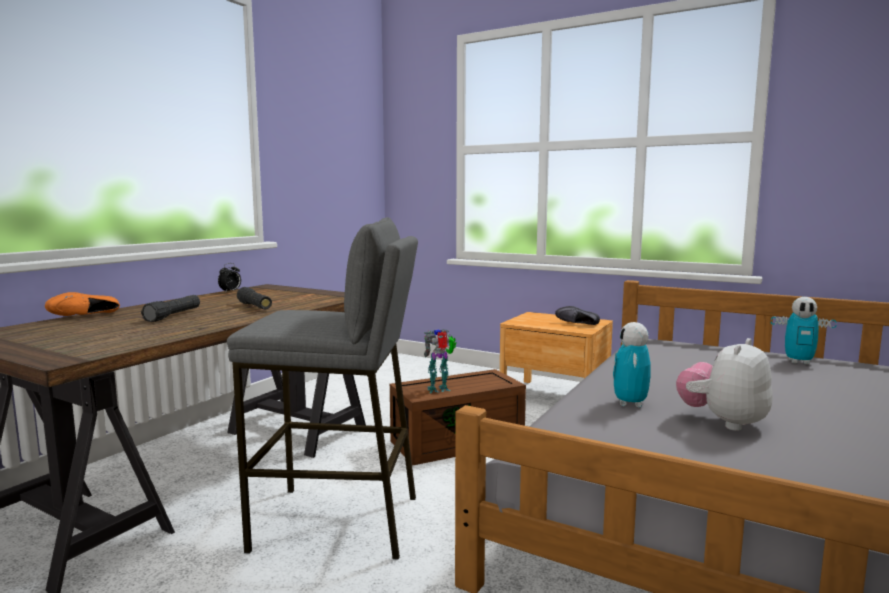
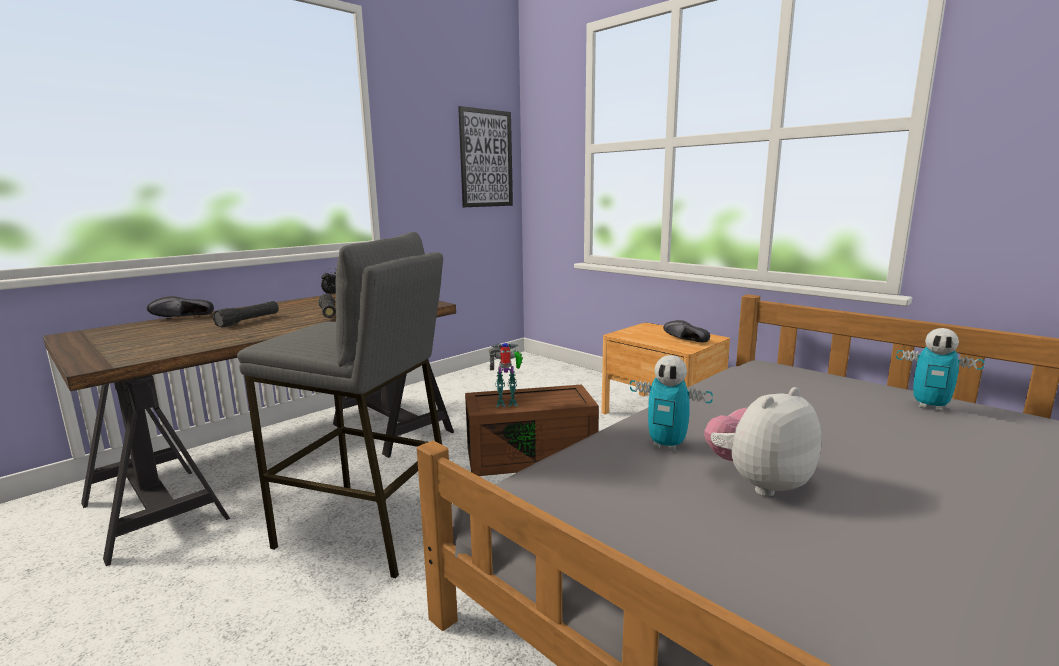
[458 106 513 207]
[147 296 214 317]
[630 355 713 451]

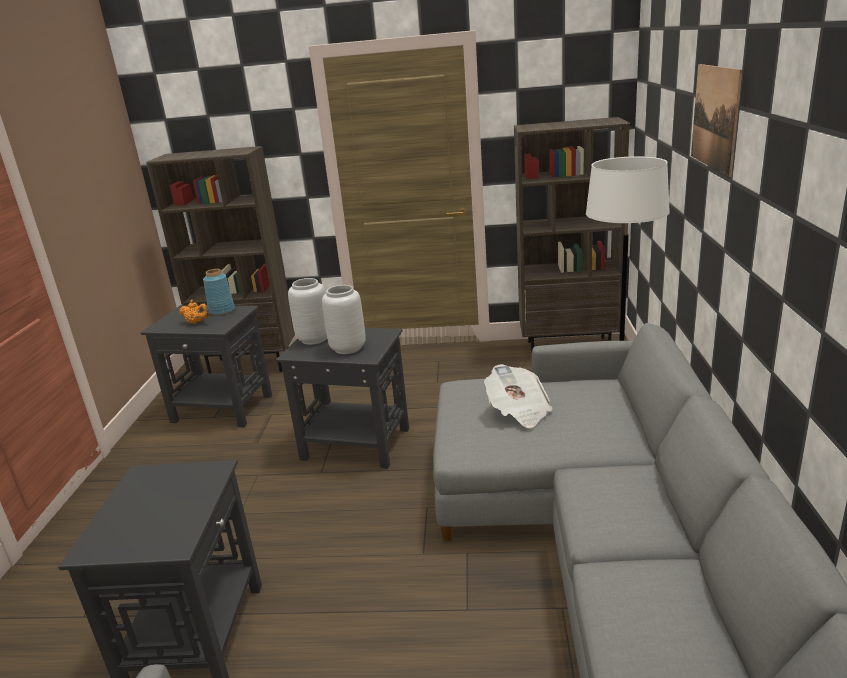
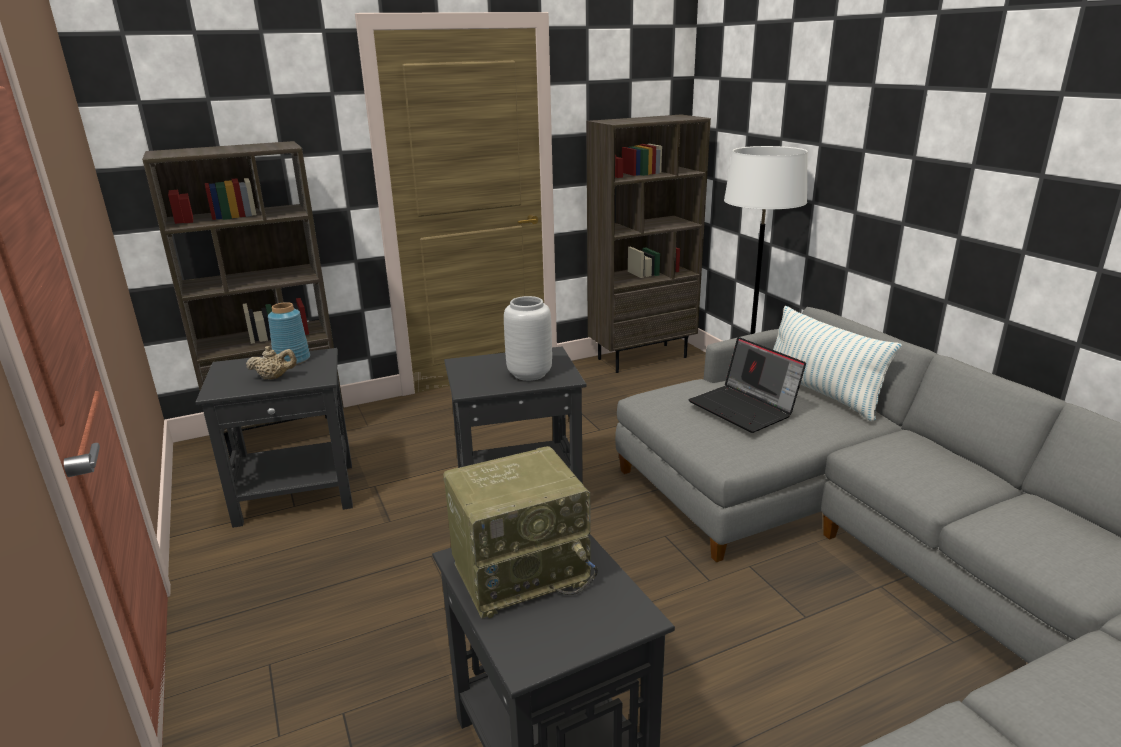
[288 278 327 345] (first image)
[691 64 742 177] (first image)
[443 446 598 619]
[773 306 902 421]
[689 337 806 433]
[246 346 297 380]

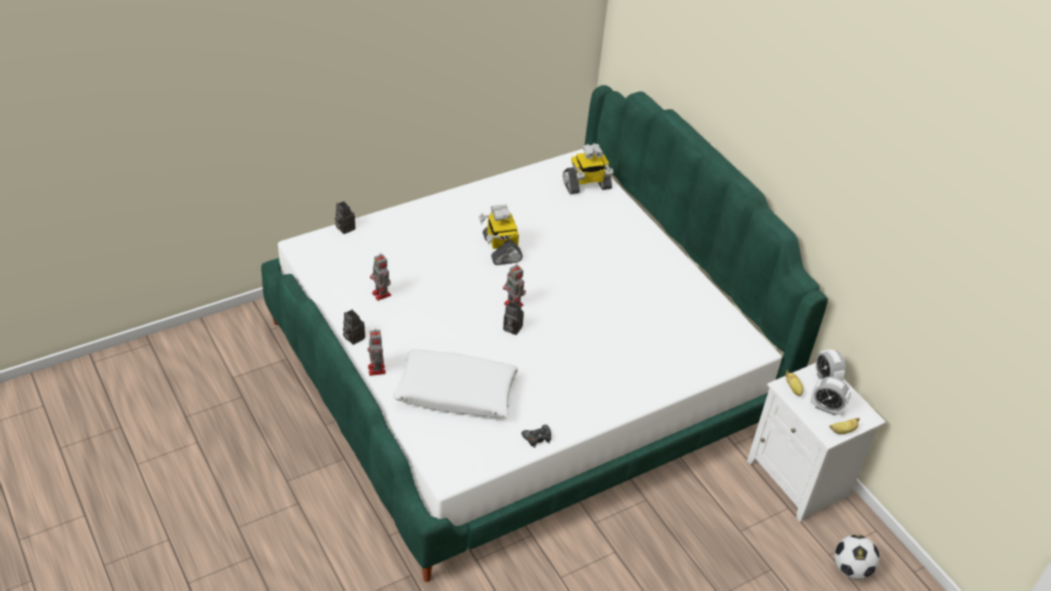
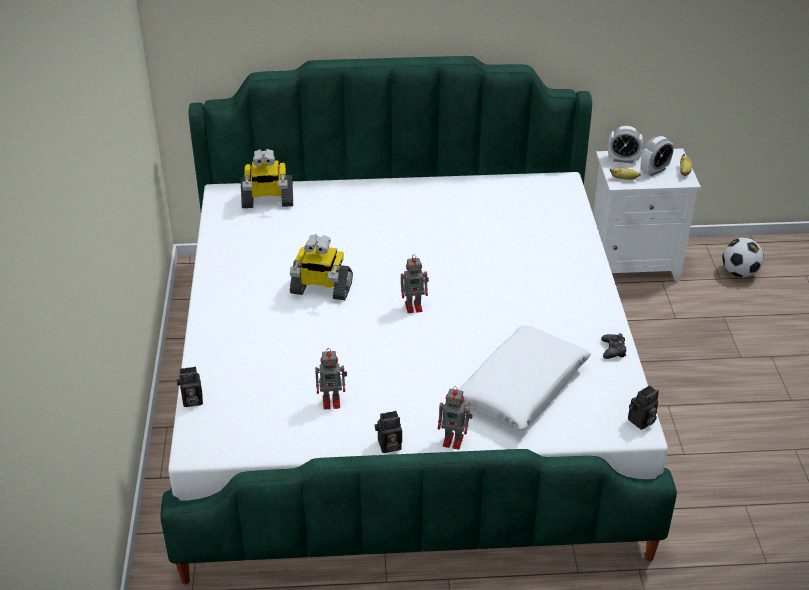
[628 385 659 430]
[240 149 293 208]

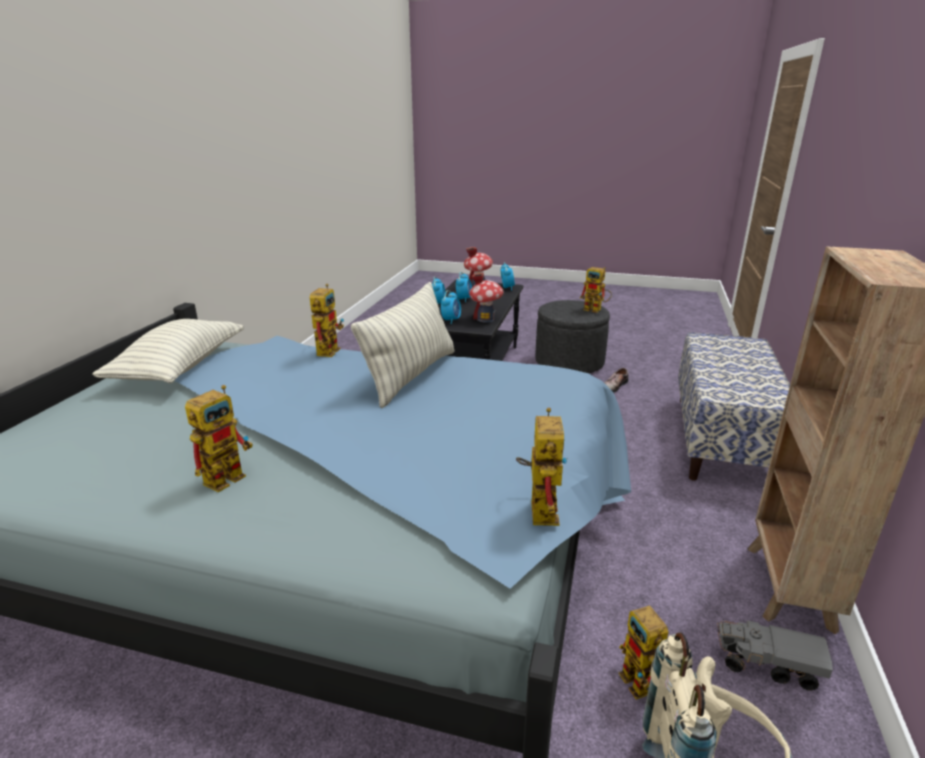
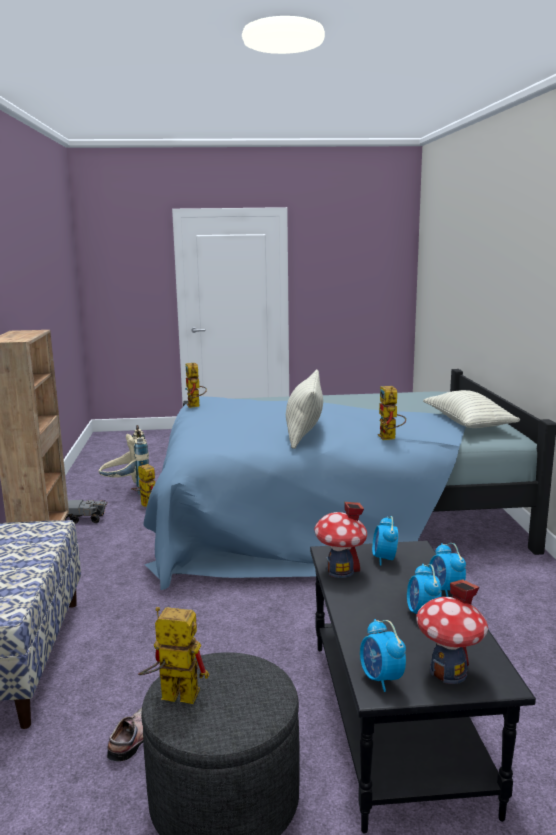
[185 385 253 492] (first image)

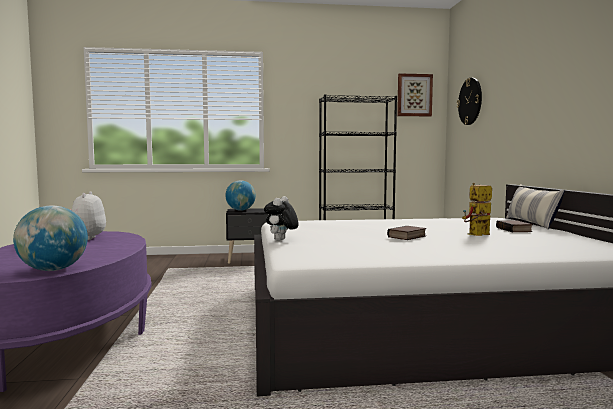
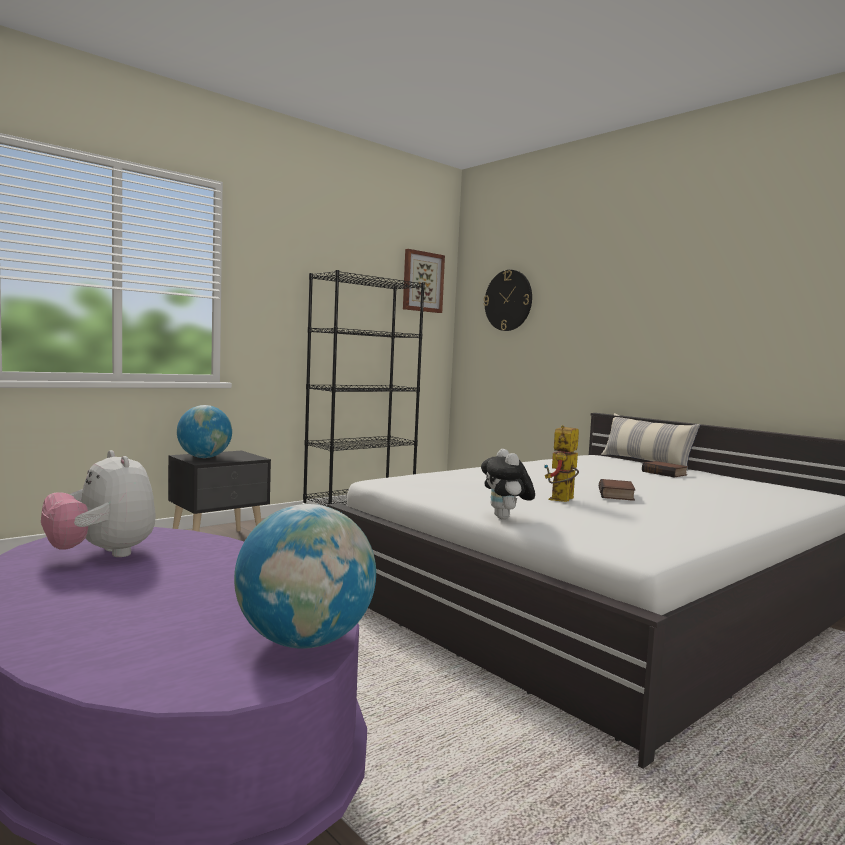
[544 425 579 502]

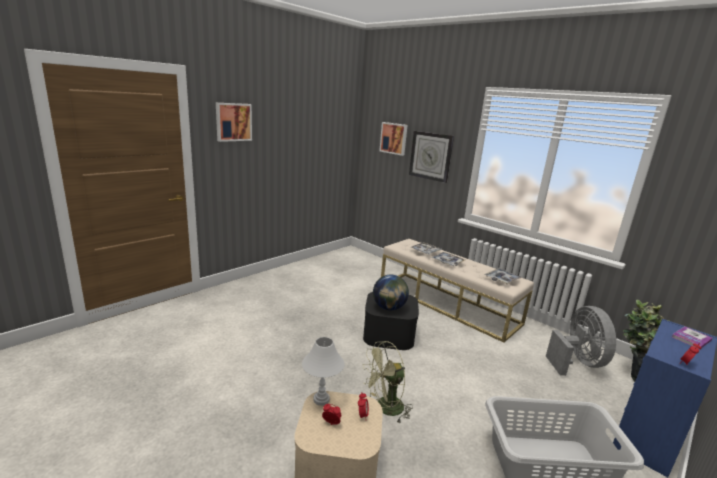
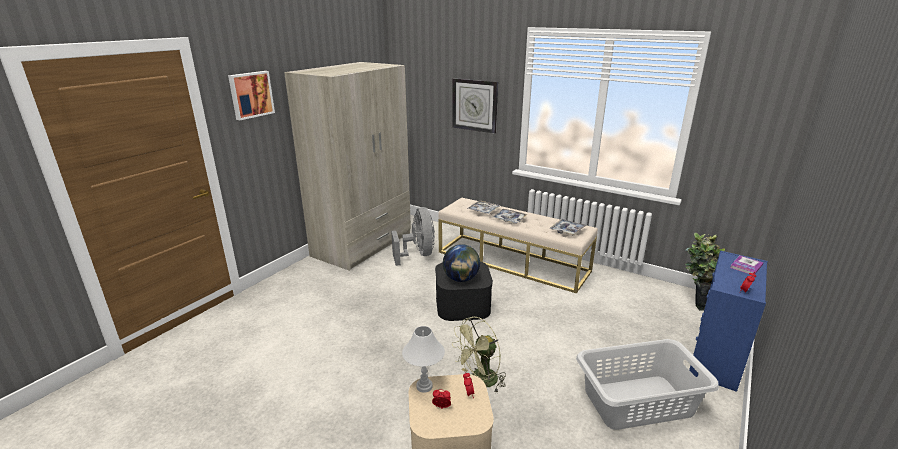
[379 122 408 156] (first image)
[284 62 411 271]
[391 207 435 266]

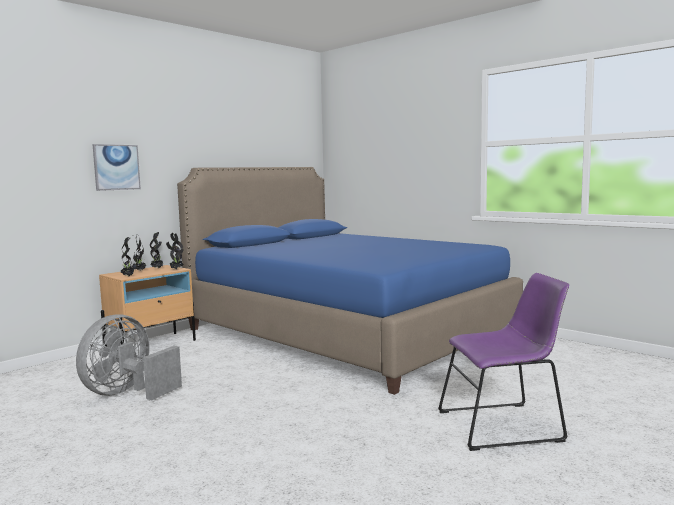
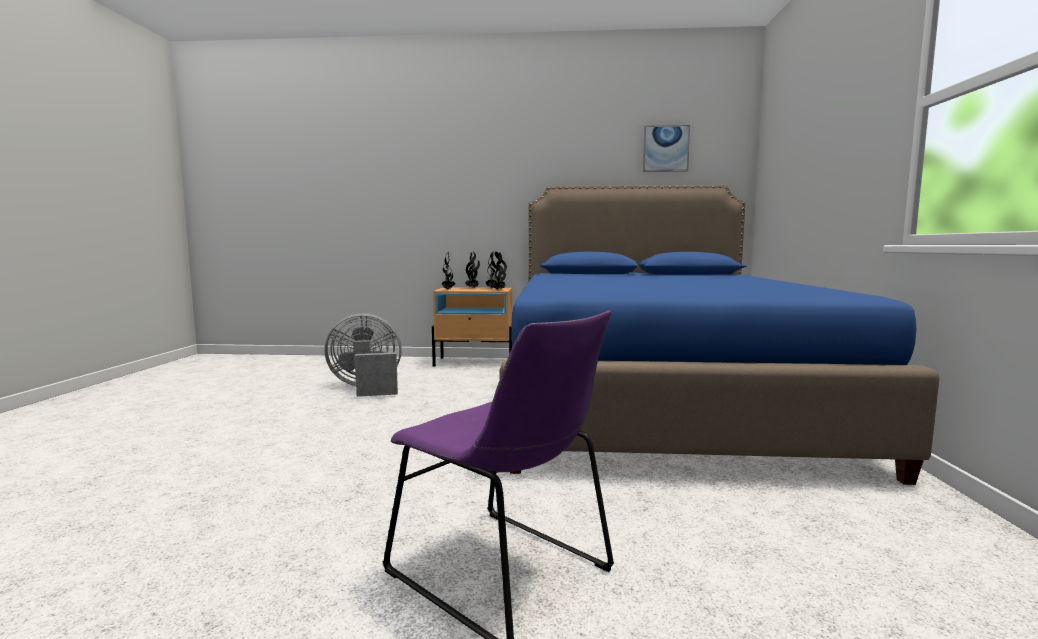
[643 125 690 172]

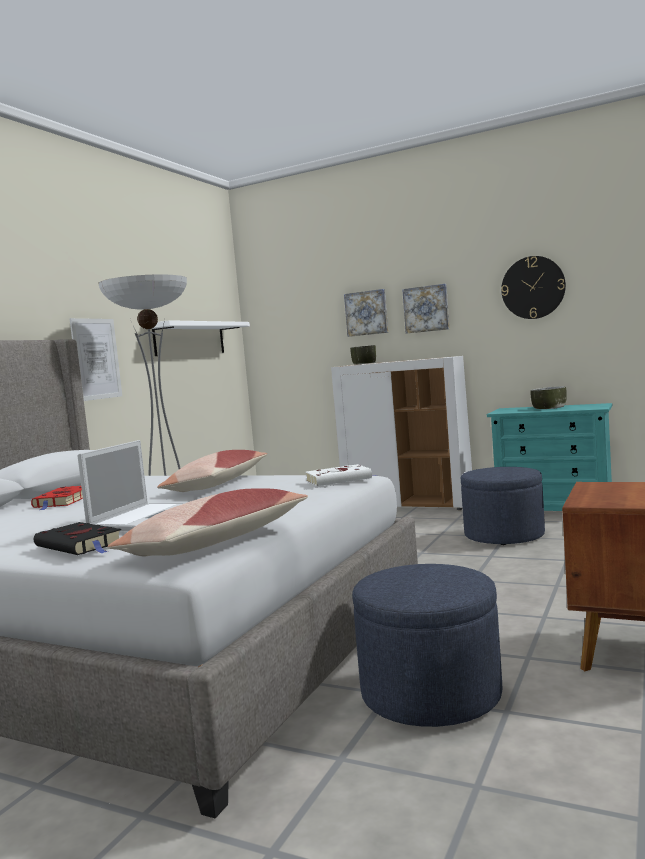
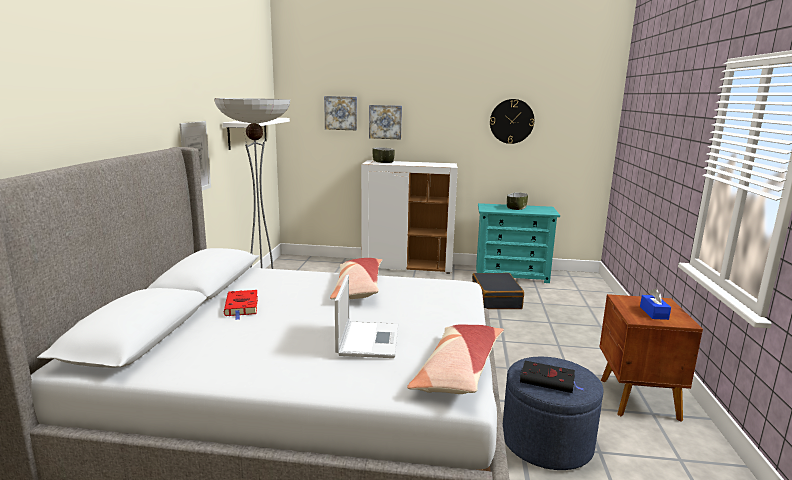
[306 464 378 486] (first image)
[640 288 671 320]
[520 361 584 393]
[324 96 357 130]
[472 273 524 309]

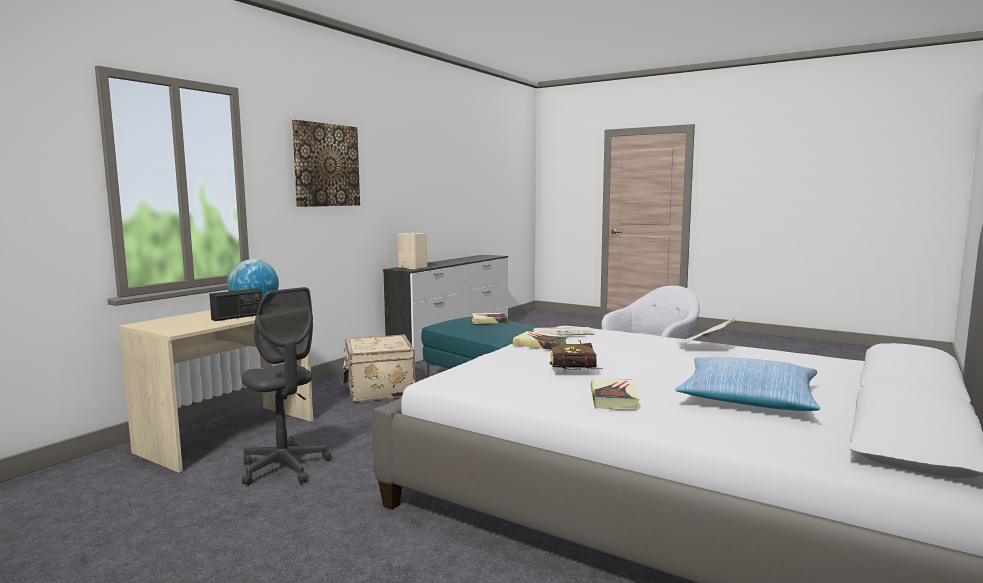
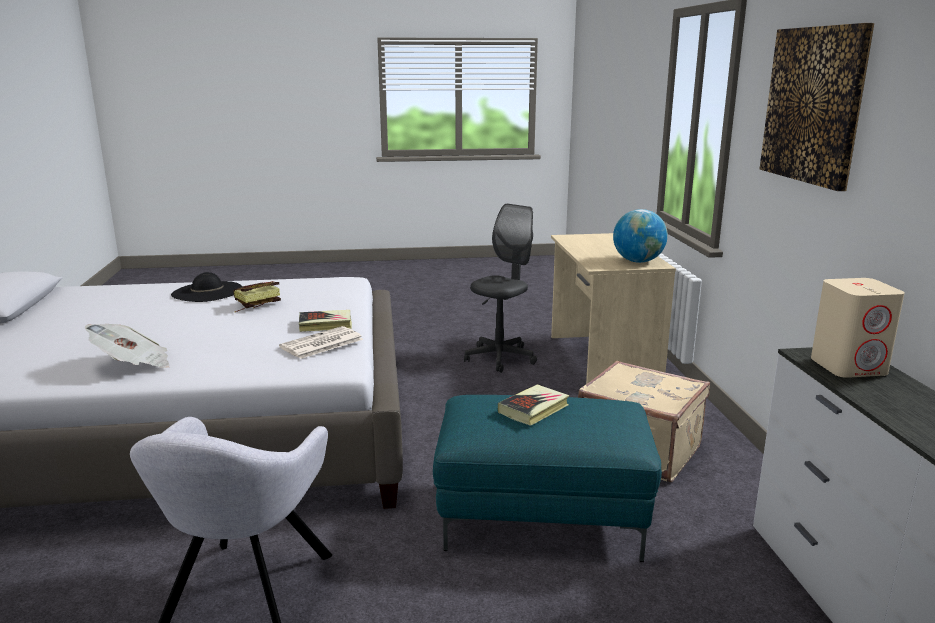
[209 288 262 321] (first image)
[675 357 820 411] (first image)
[171 272 243 302]
[464 204 537 373]

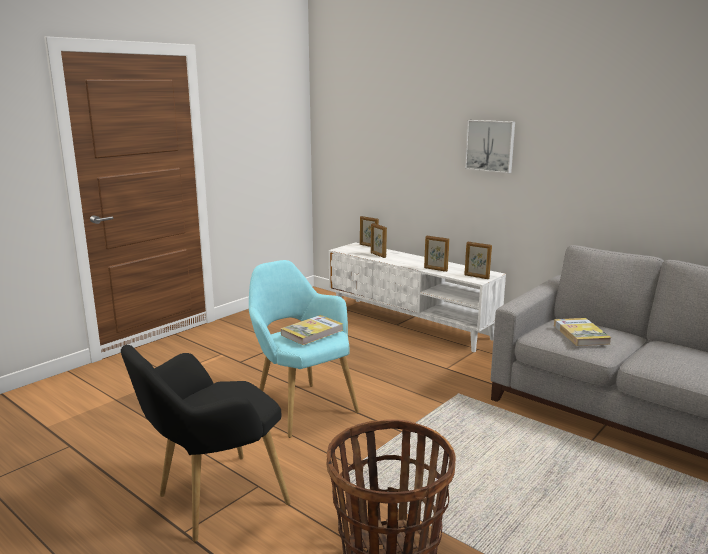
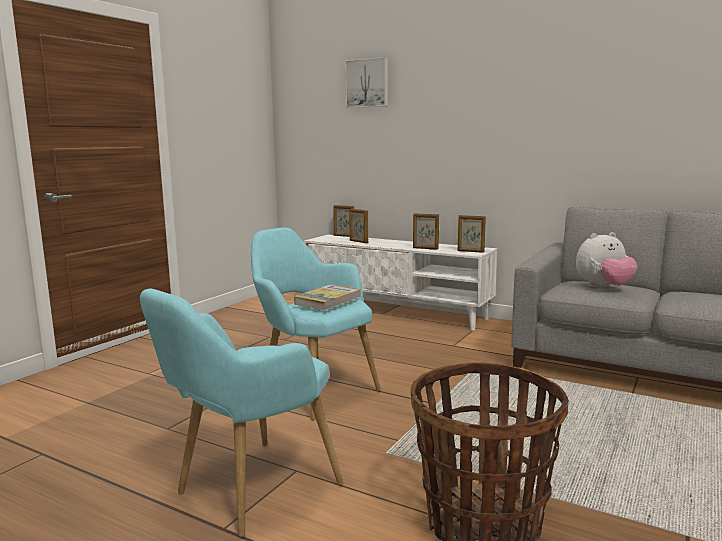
[345 57 388 108]
[576 232 638 287]
[140 289 343 537]

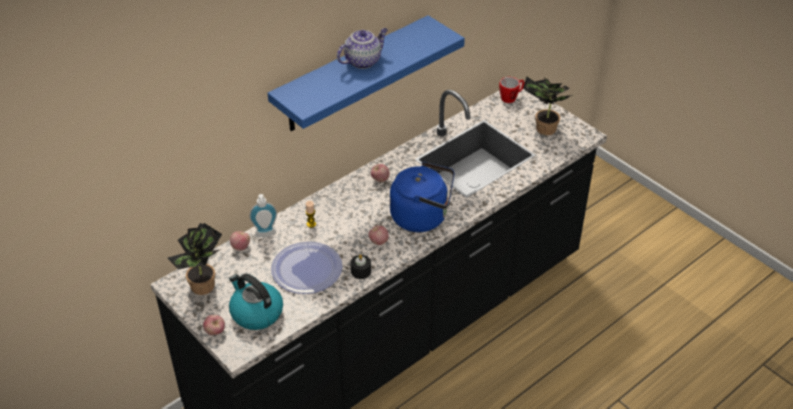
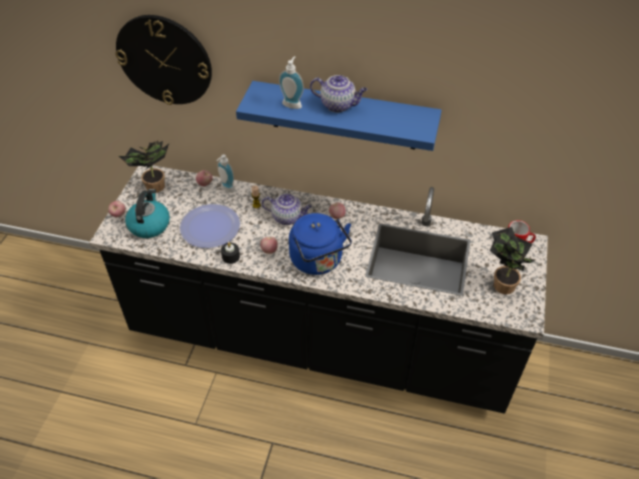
[115 15 212 105]
[262 193 312 225]
[279 56 304 109]

